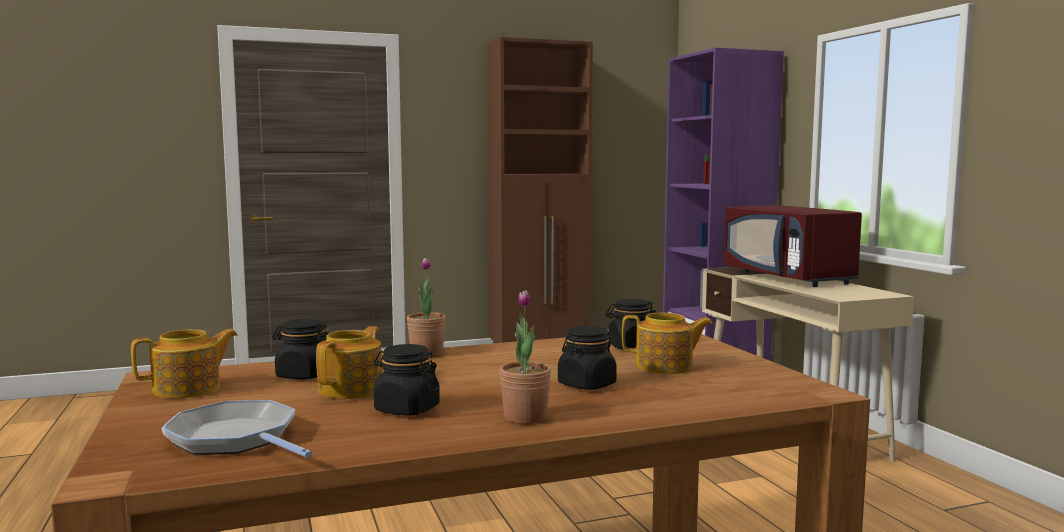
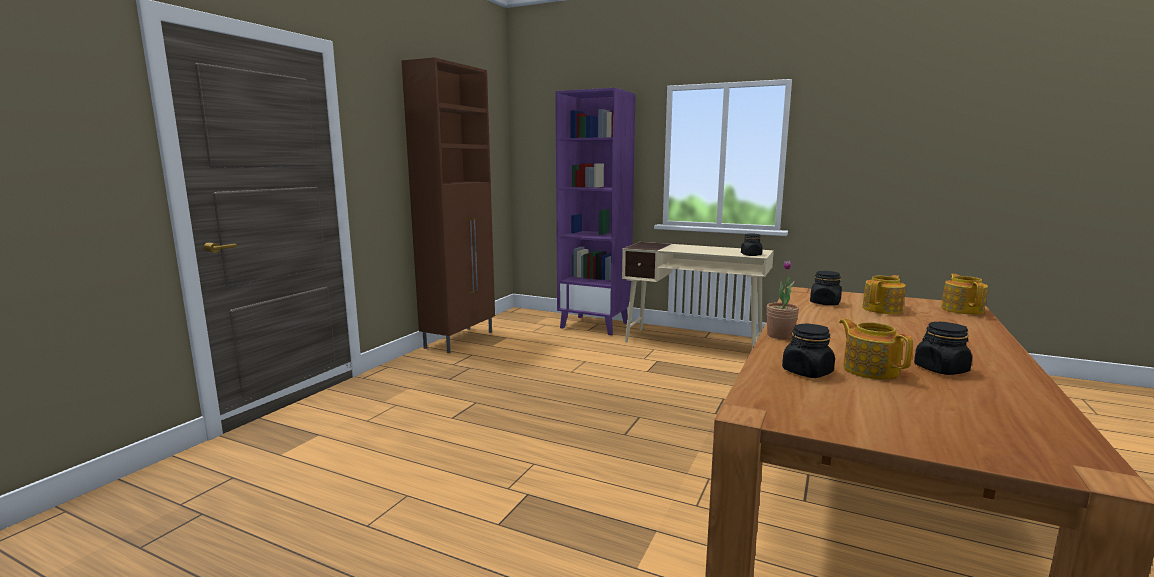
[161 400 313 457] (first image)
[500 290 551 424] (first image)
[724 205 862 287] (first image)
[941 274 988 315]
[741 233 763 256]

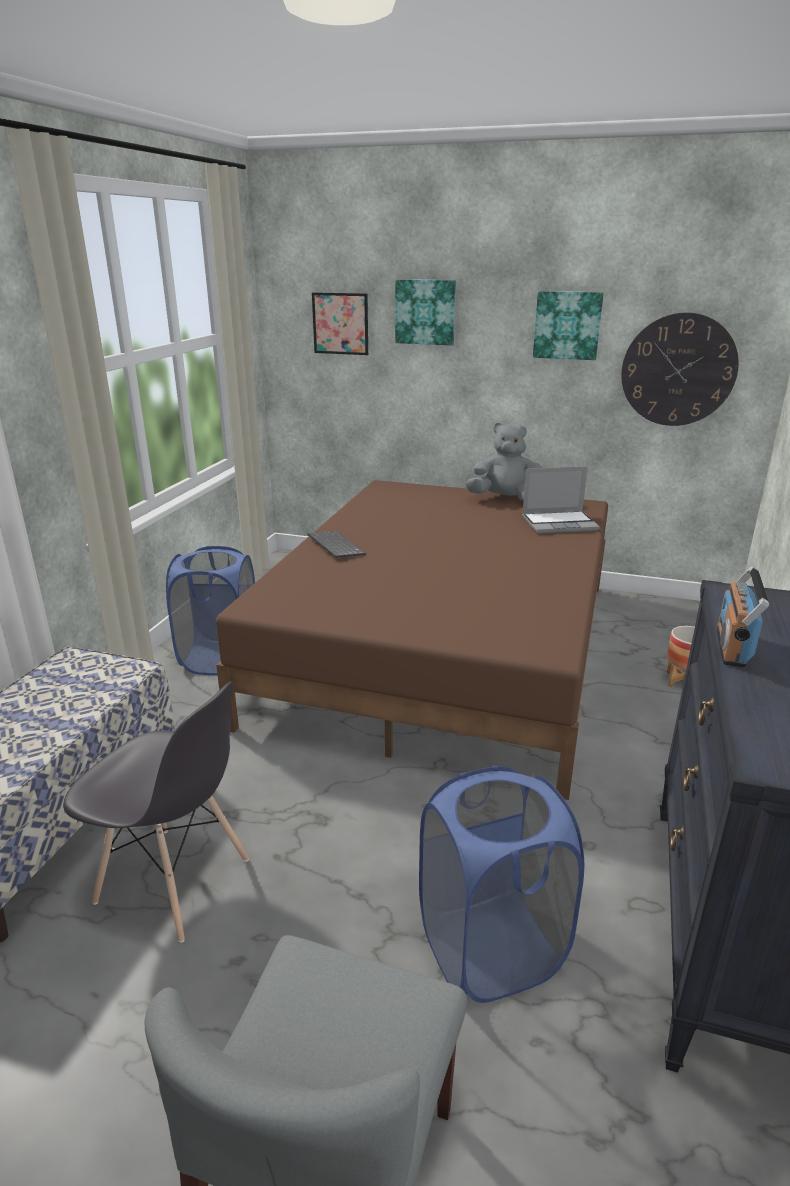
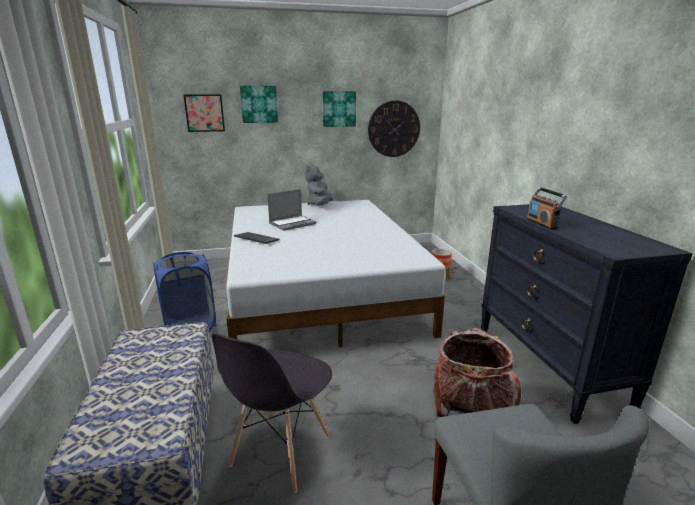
[267 189 316 231]
[433 328 521 417]
[226 200 446 347]
[211 333 332 493]
[305 164 333 205]

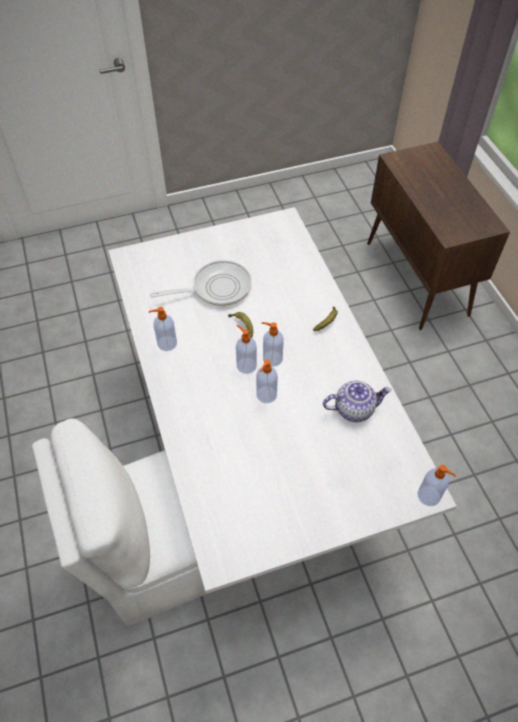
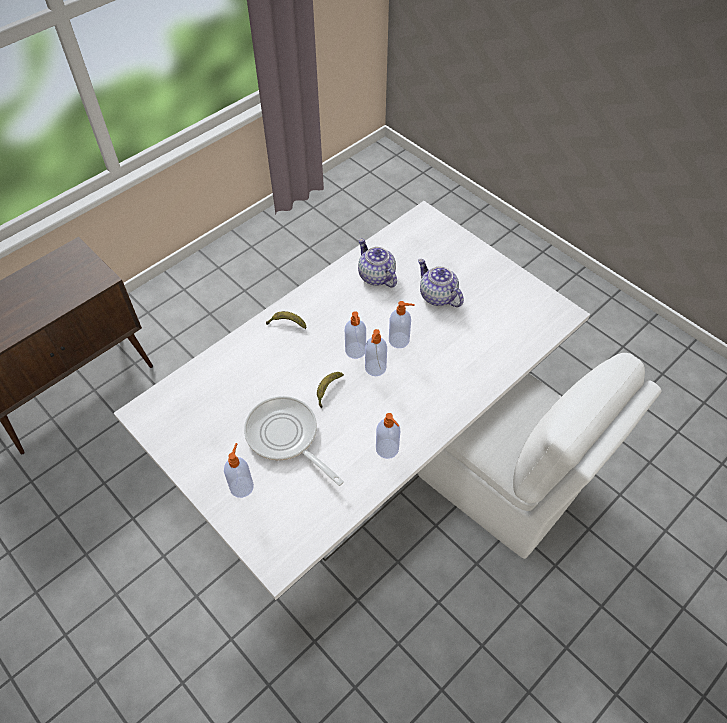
[418 259 464 307]
[224 443 254 498]

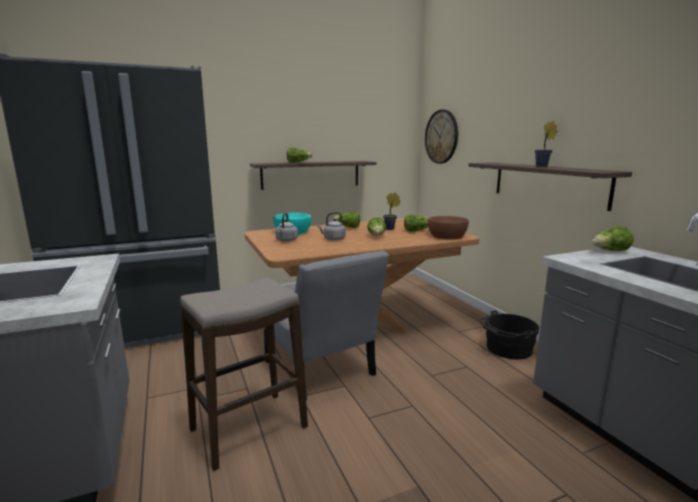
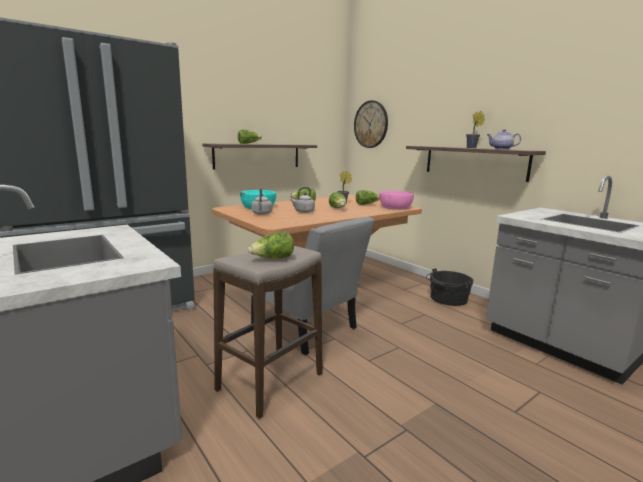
[487 129 521 149]
[248 232 294 258]
[379 191 414 210]

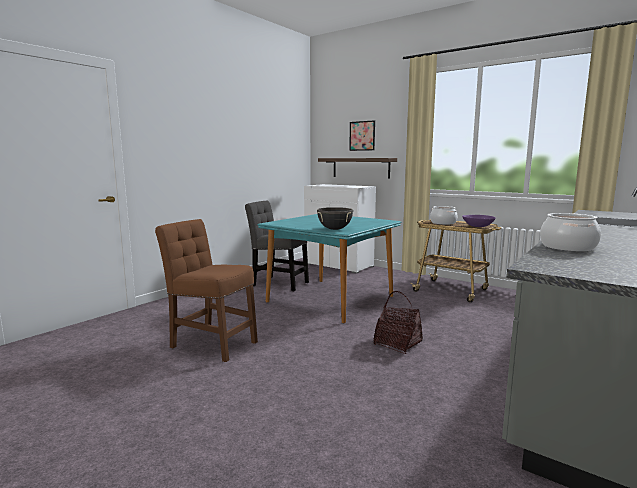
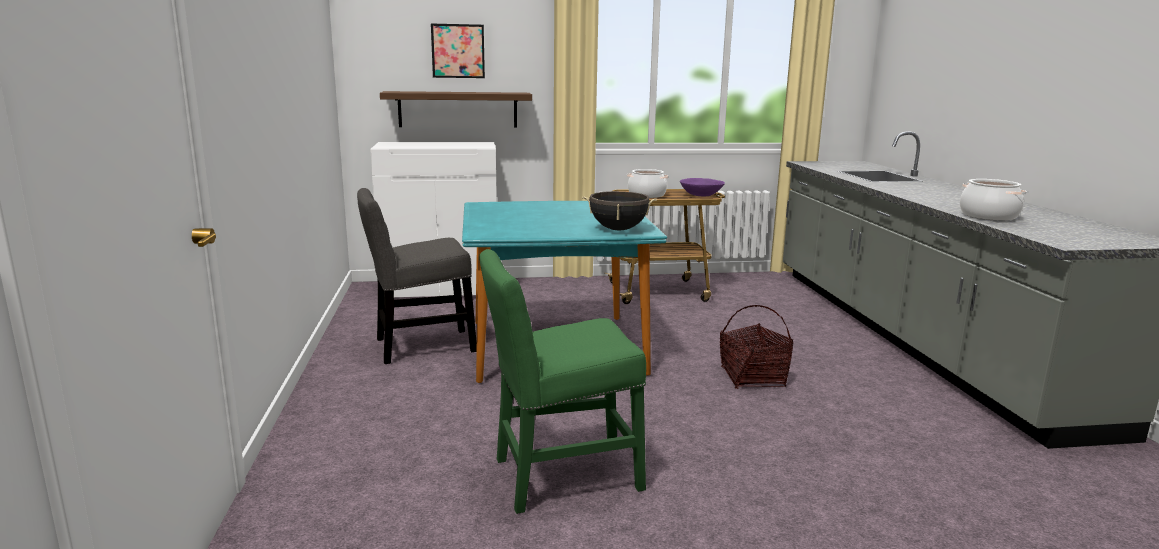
[479 249 646 514]

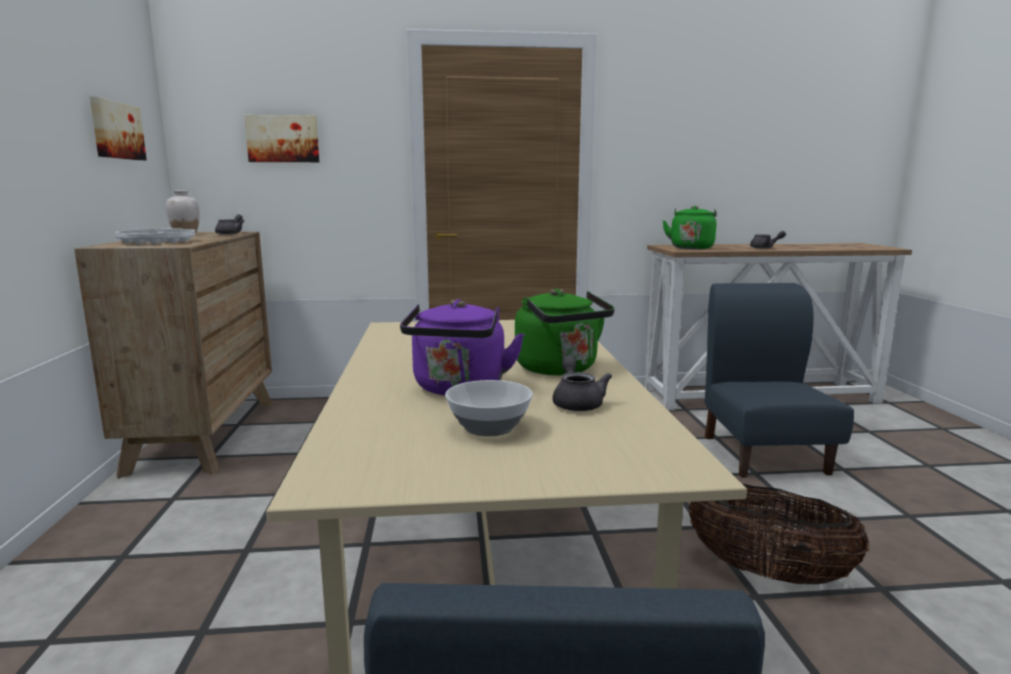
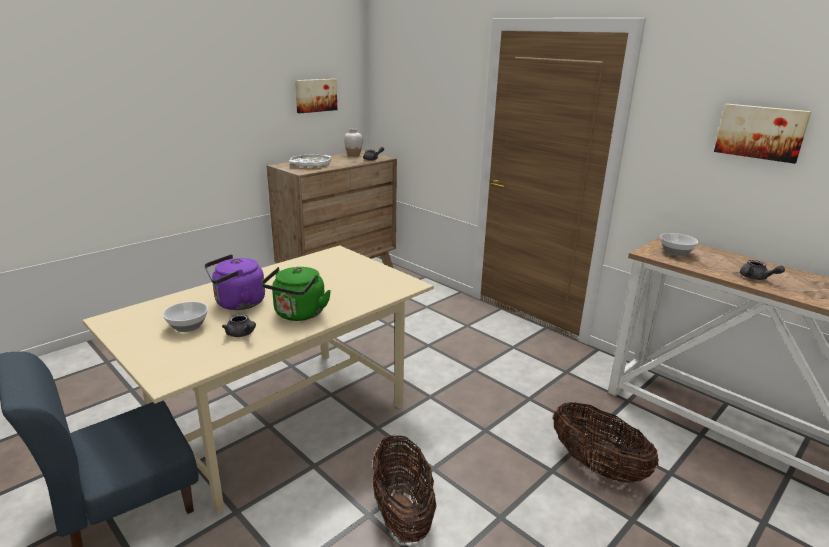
[714 104 812 164]
[660 233 698 256]
[553 402 659 483]
[222 314 256 337]

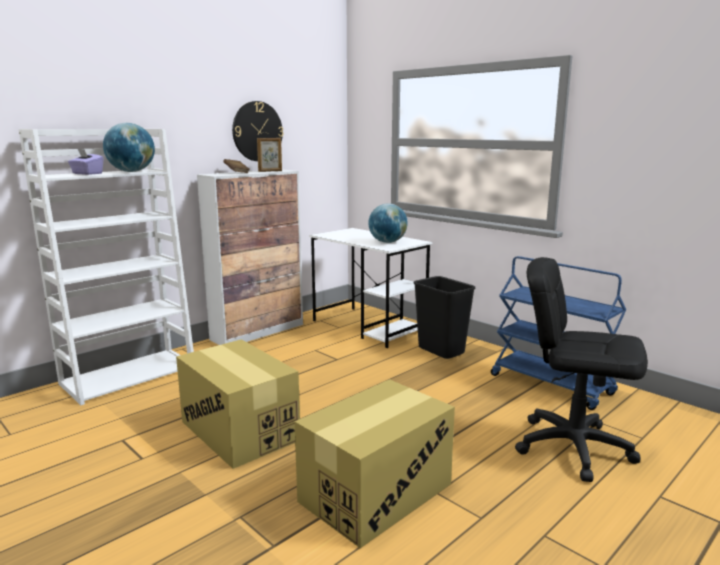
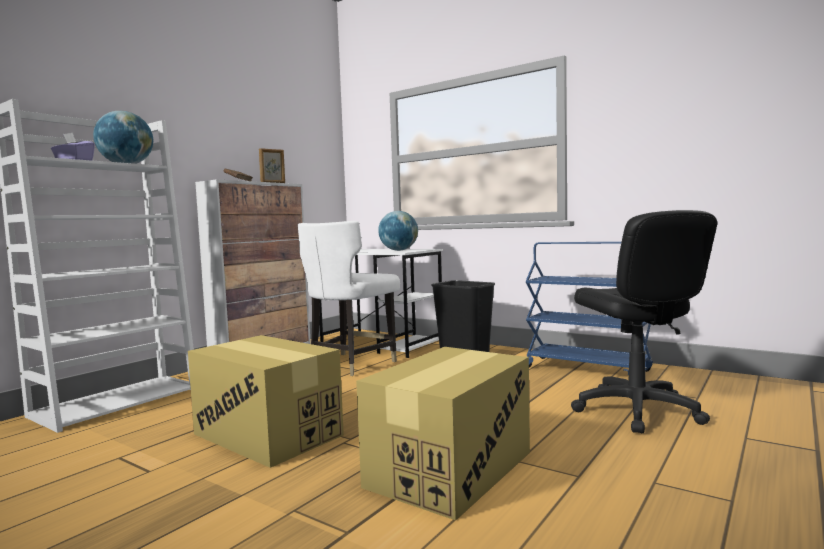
[232 101 284 161] (first image)
[298 221 400 376]
[571 210 717 433]

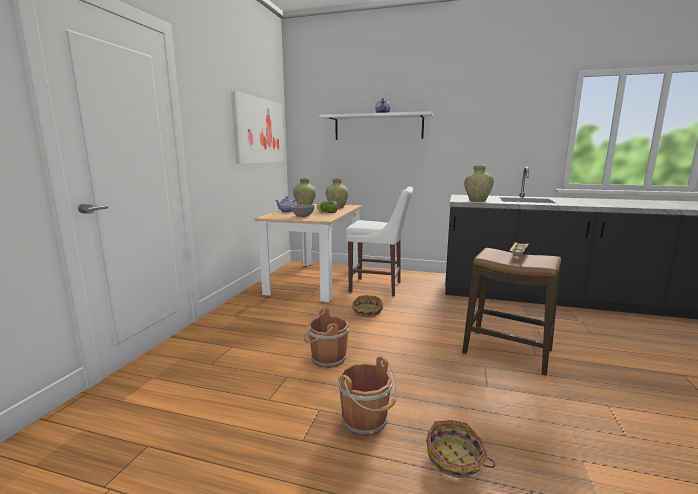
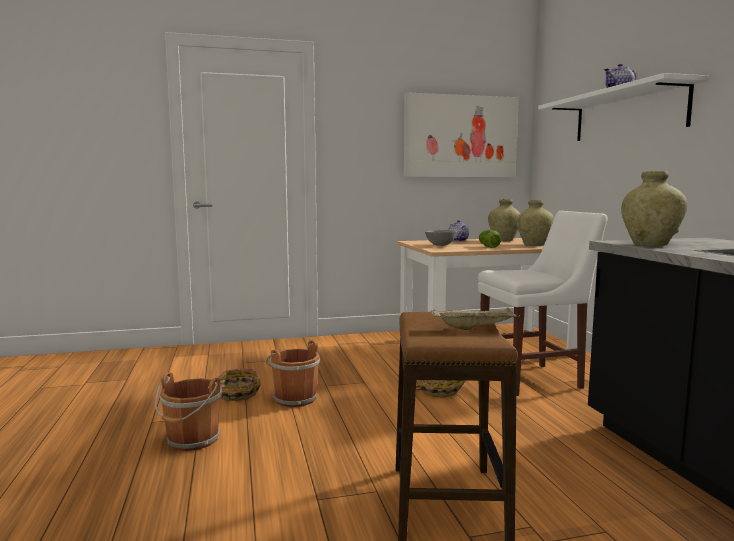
[218 369 261 401]
[478 211 608 396]

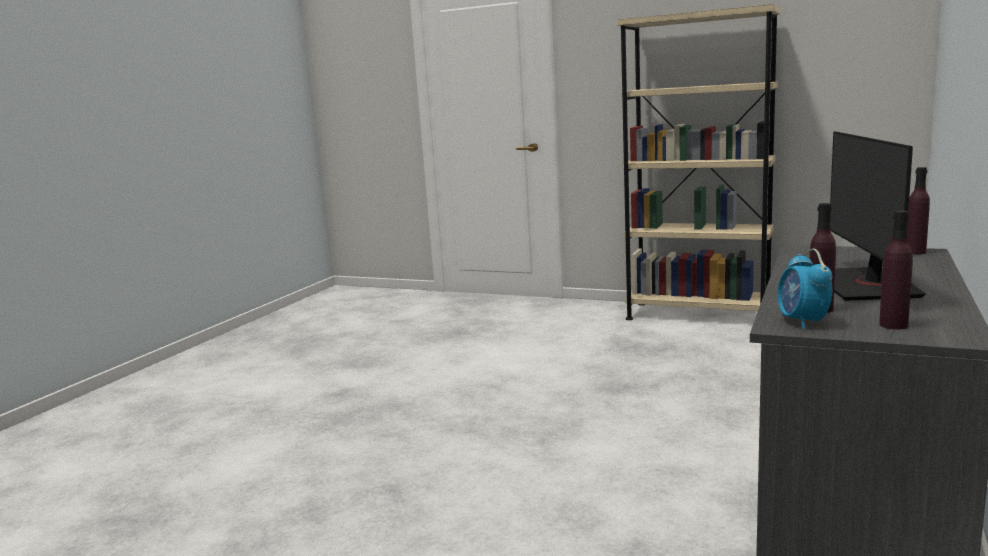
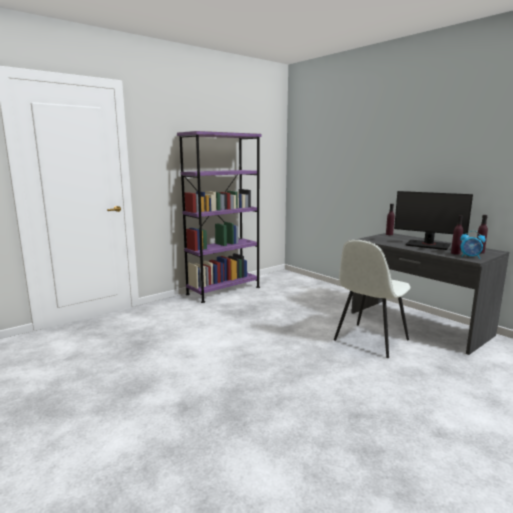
[334 240 410 358]
[177 131 262 303]

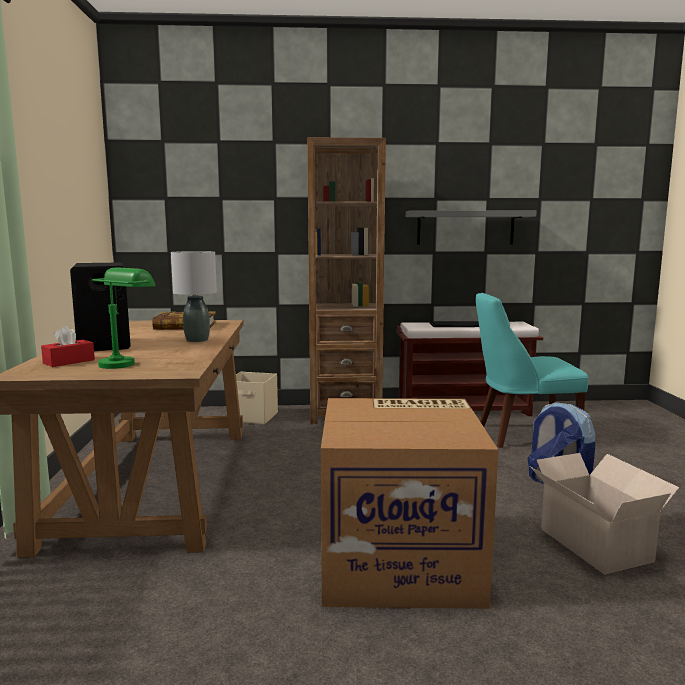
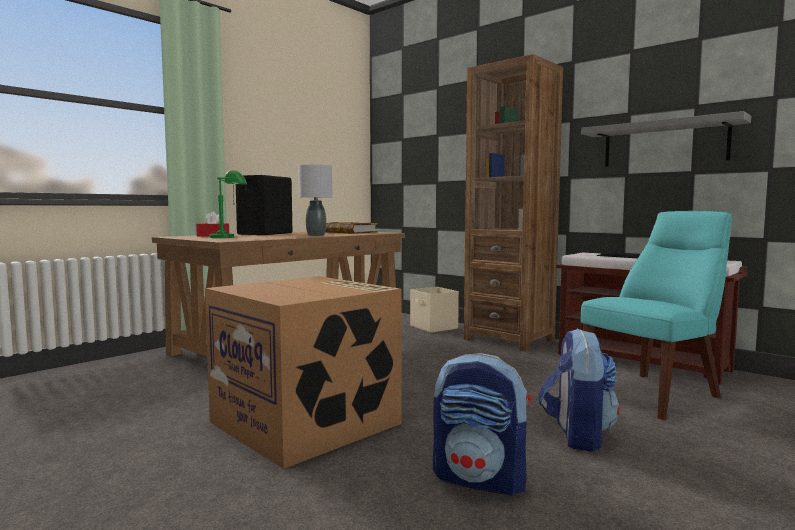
[433 353 532 496]
[580 211 732 420]

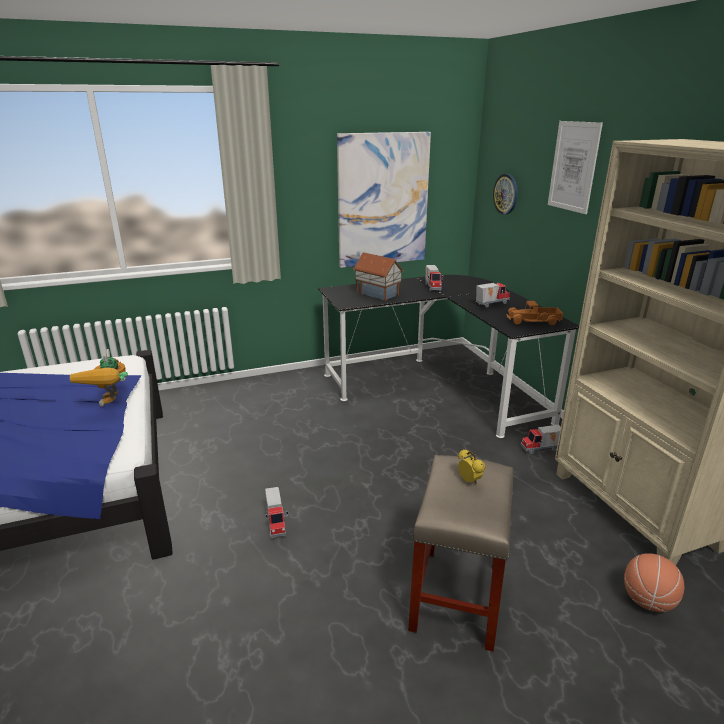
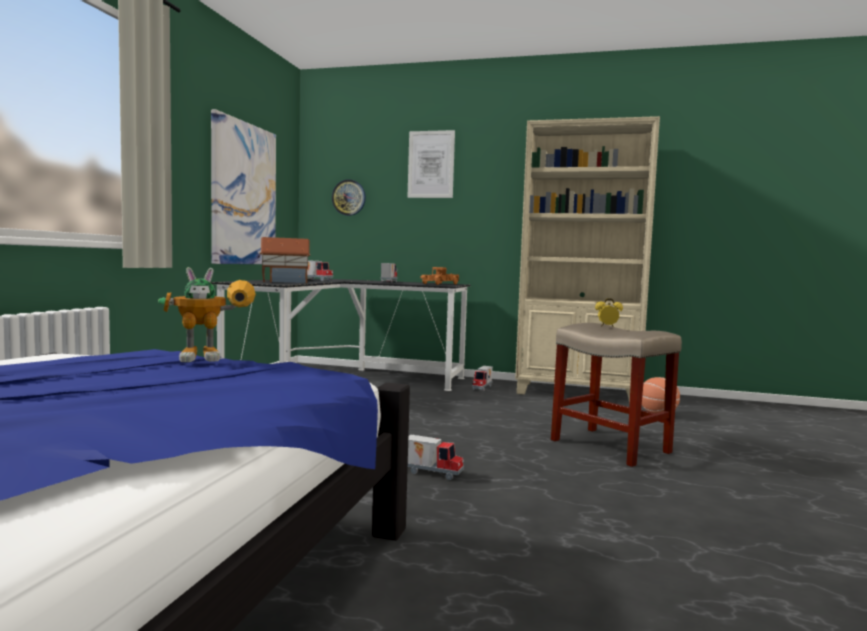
[158 267 256 362]

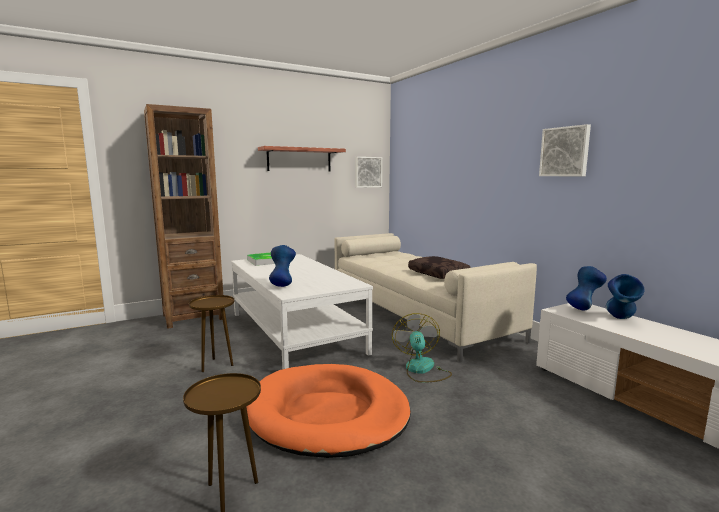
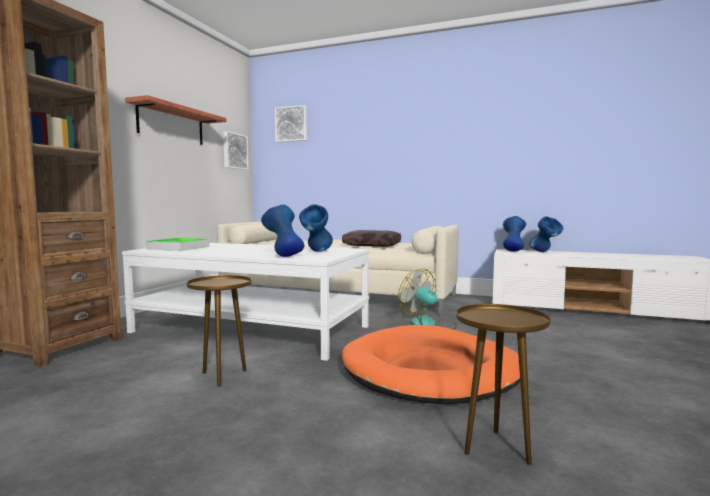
[299 204 333 252]
[275 105 307 142]

